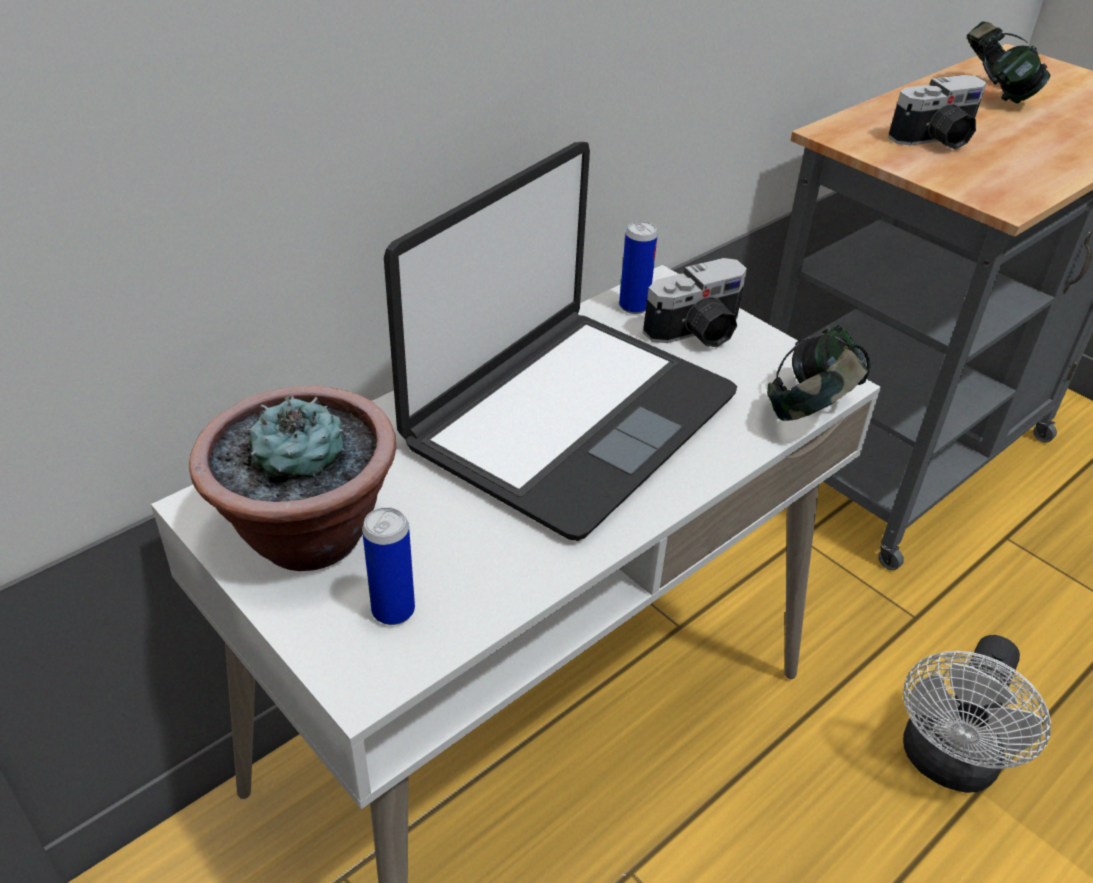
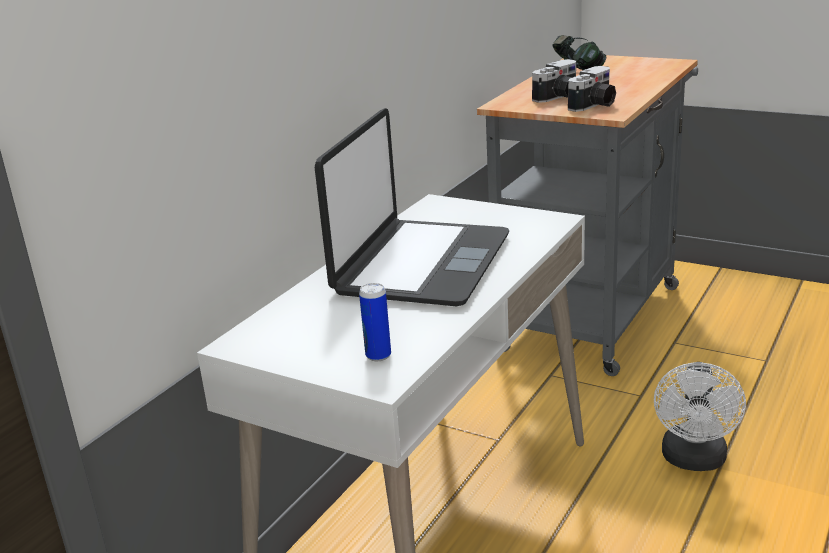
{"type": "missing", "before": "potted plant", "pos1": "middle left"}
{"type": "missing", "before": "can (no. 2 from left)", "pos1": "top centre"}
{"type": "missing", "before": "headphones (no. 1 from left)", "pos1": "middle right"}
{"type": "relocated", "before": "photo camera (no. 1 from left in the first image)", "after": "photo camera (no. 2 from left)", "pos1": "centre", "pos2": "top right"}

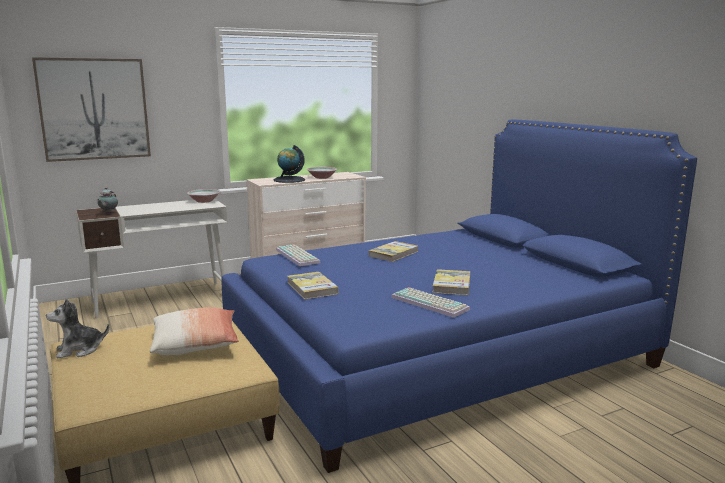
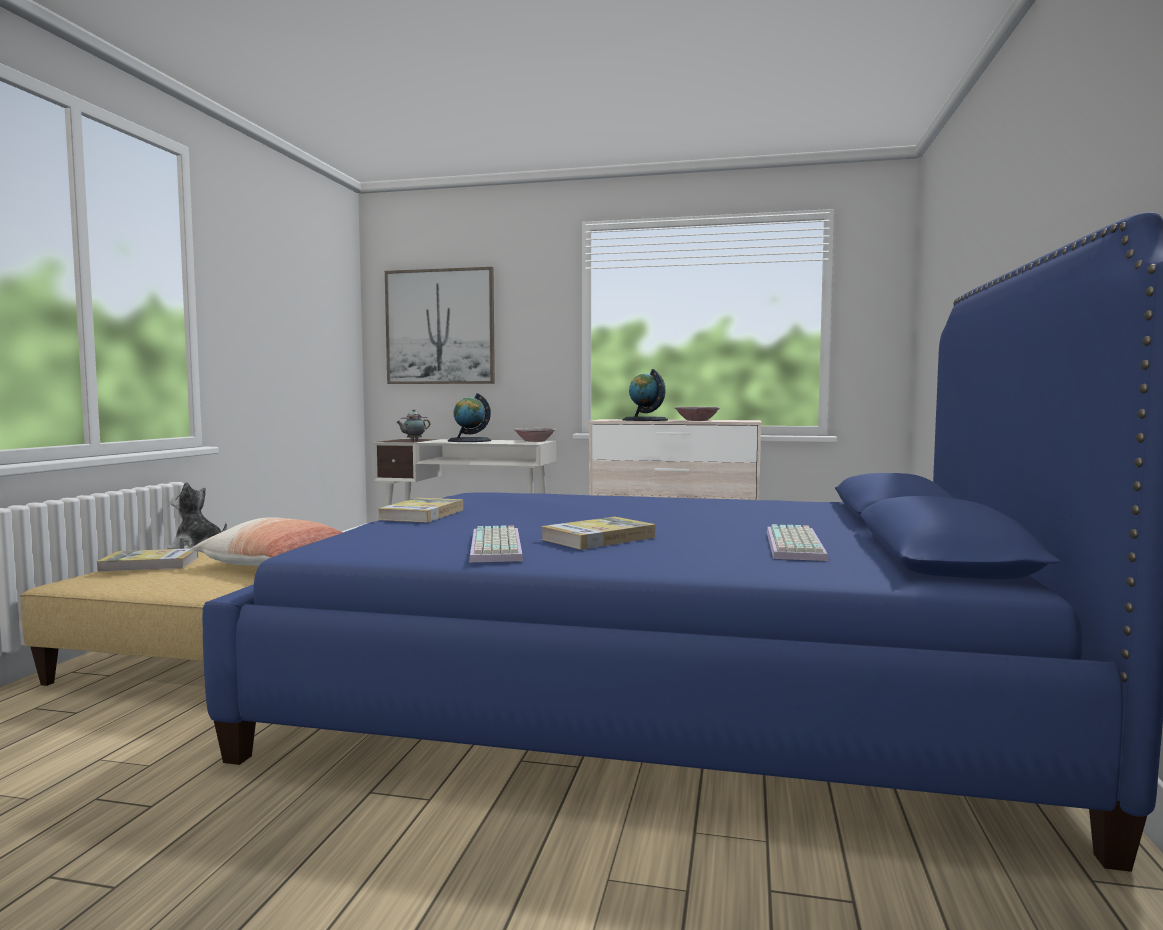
{"type": "appeared", "after": "globe (no. 1 from left)", "pos2": "centre"}
{"type": "relocated", "before": "keyboard (no. 1 from left in the first image)", "after": "keyboard (no. 2 from left)", "pos1": "centre", "pos2": "middle right"}
{"type": "relocated", "before": "book (no. 2 from left in the first image)", "after": "book (no. 1 from left)", "pos1": "centre", "pos2": "middle left"}

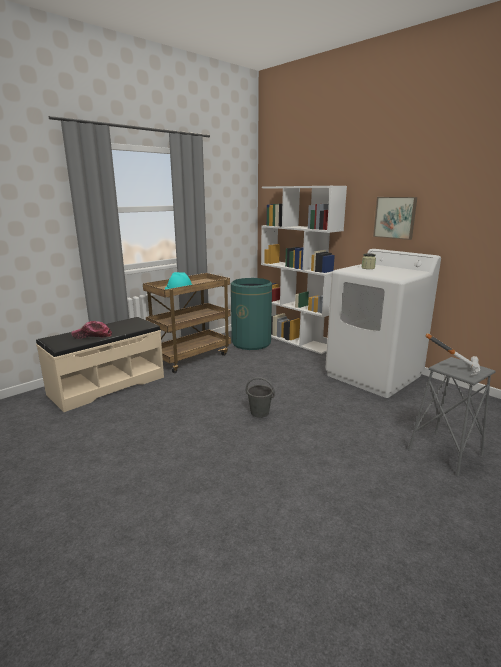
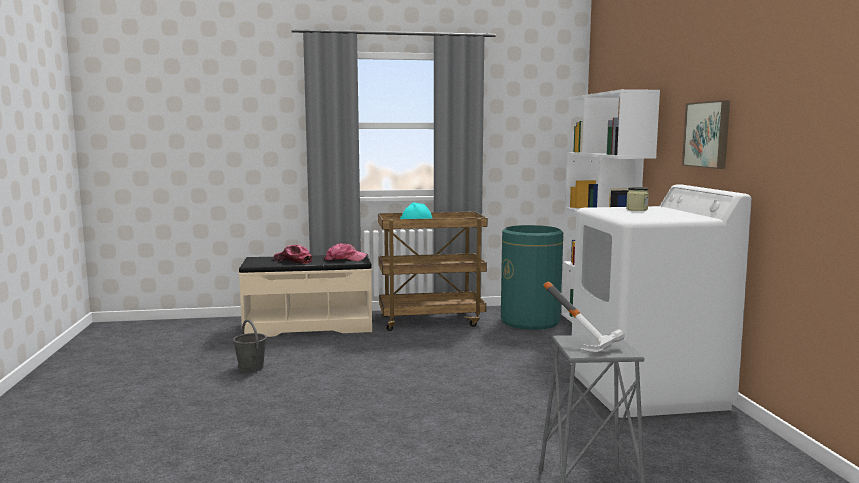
{"type": "appeared", "after": "cap (no. 2 from left)", "pos2": "centre"}
{"type": "relocated", "before": "bucket (grey)", "pos1": "centre", "pos2": "bottom left"}

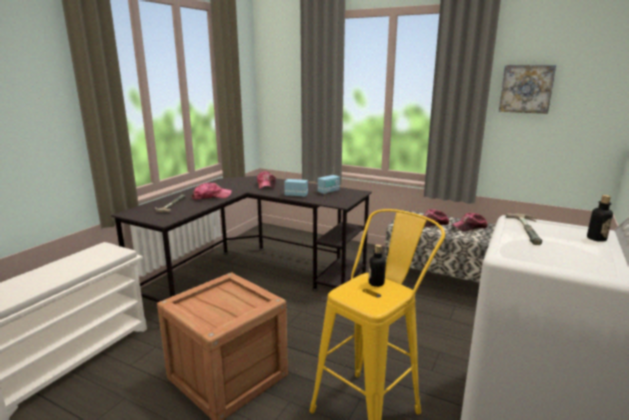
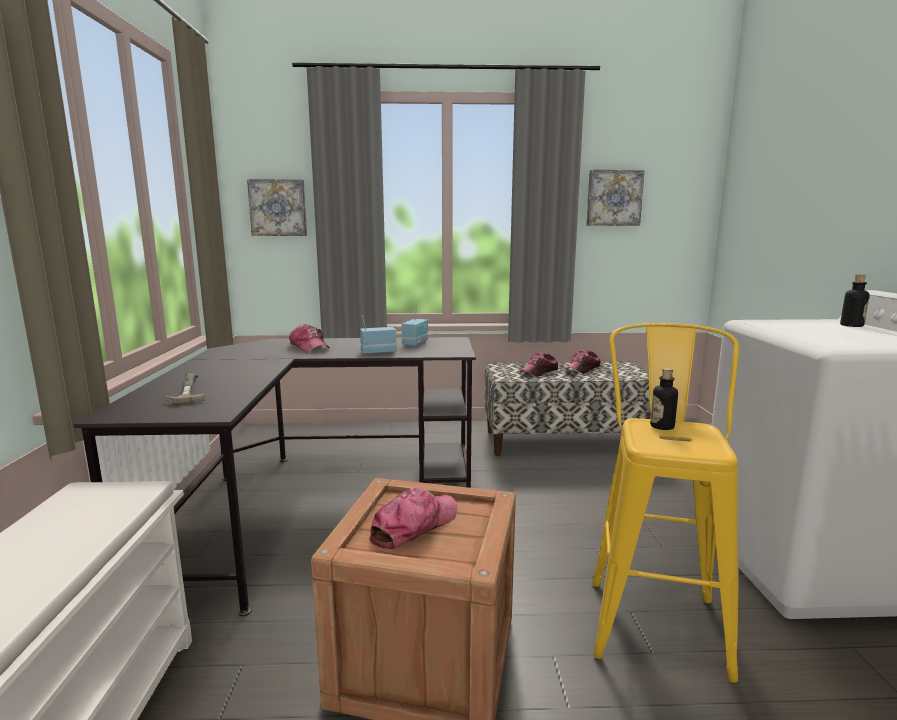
{"type": "missing", "before": "hammer (no. 2 from left)", "pos1": "middle right"}
{"type": "appeared", "after": "picture (no. 1 from left)", "pos2": "top left"}
{"type": "relocated", "before": "cap (no. 1 from left in the first image)", "after": "cap (no. 2 from left)", "pos1": "centre", "pos2": "bottom centre"}

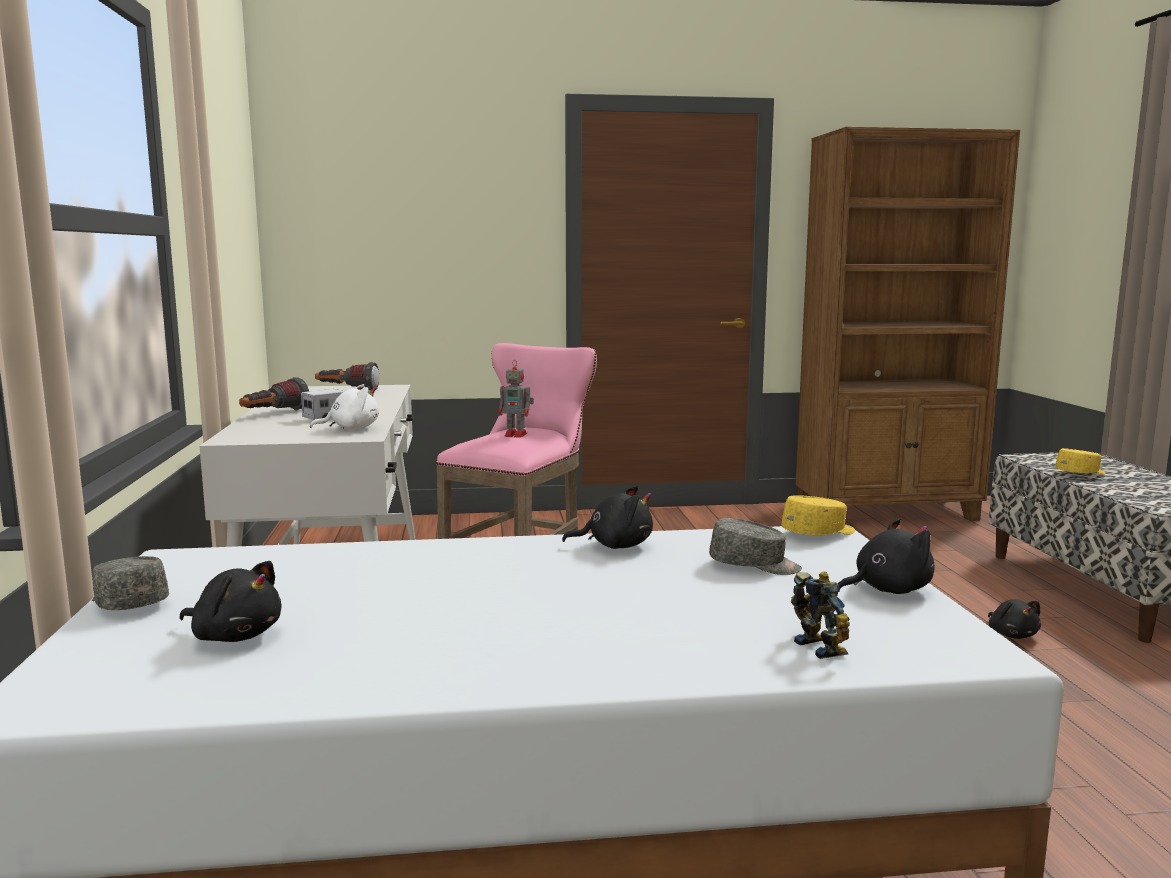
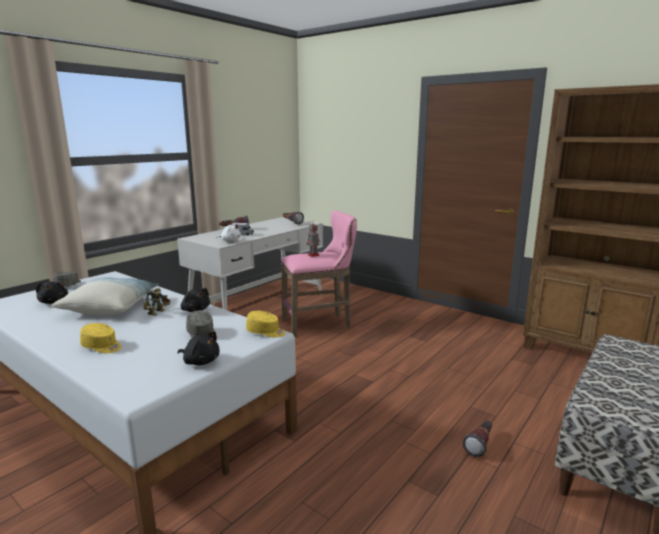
{"type": "appeared", "after": "pillow", "pos2": "middle left"}
{"type": "relocated", "before": "toy robot (no. 2 from left in the first image)", "after": "toy robot (no. 1 from left)", "pos1": "bottom right", "pos2": "middle left"}
{"type": "relocated", "before": "cap (yellow) (no. 2 from left in the first image)", "after": "cap (yellow) (no. 1 from left)", "pos1": "middle right", "pos2": "middle left"}
{"type": "exchanged", "before": "plush toy (black) (no. 4 from left)", "after": "flashlight (no. 3 from left)", "pos1": "bottom right", "pos2": "bottom right"}

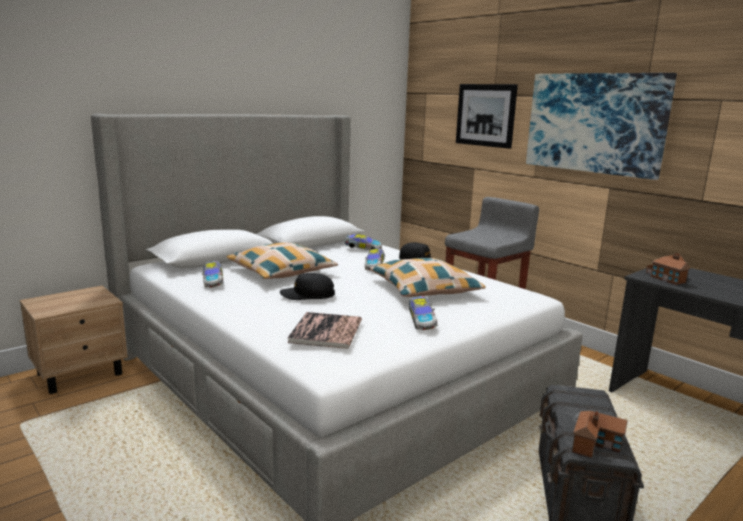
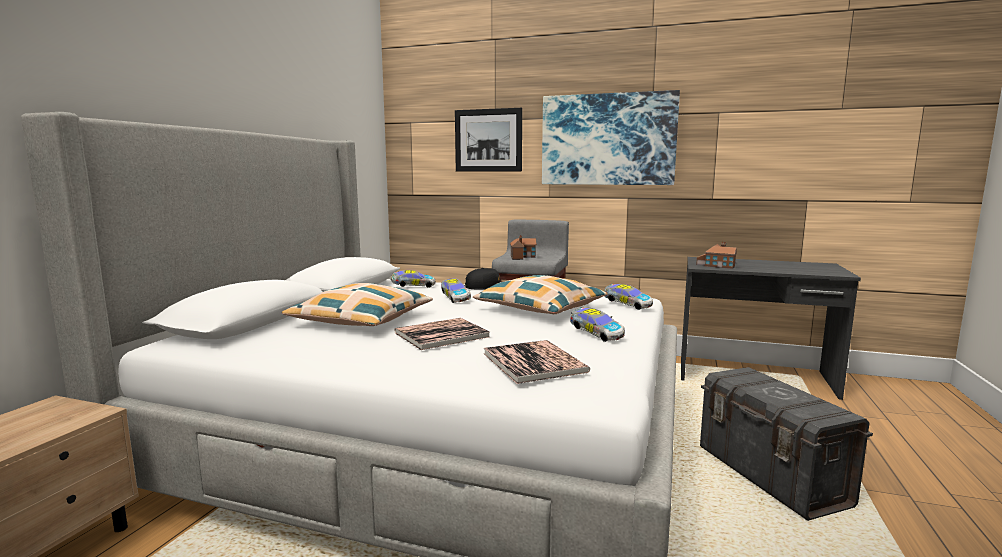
{"type": "relocated", "before": "toy car (no. 1 from left in the first image)", "after": "toy car (no. 4 from left)", "pos1": "middle left", "pos2": "centre"}
{"type": "relocated", "before": "toy house (no. 1 from left)", "pos1": "bottom right", "pos2": "centre"}
{"type": "exchanged", "before": "cap (black) (no. 1 from left)", "after": "book (no. 1 from left)", "pos1": "centre", "pos2": "centre"}

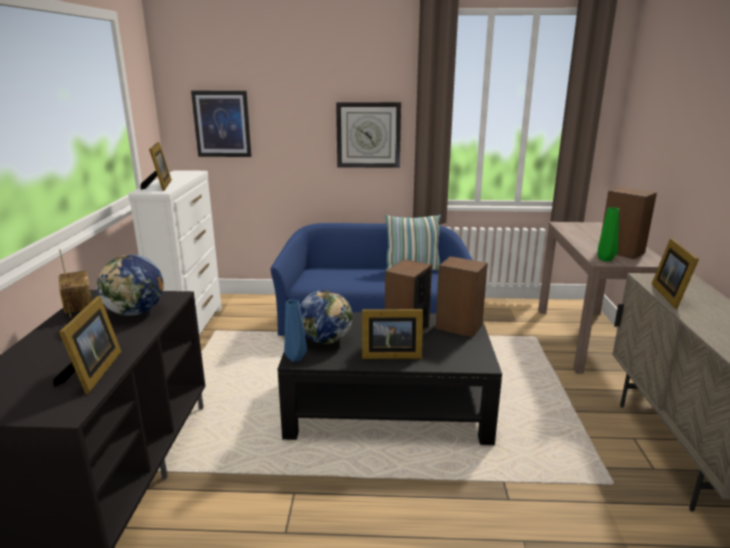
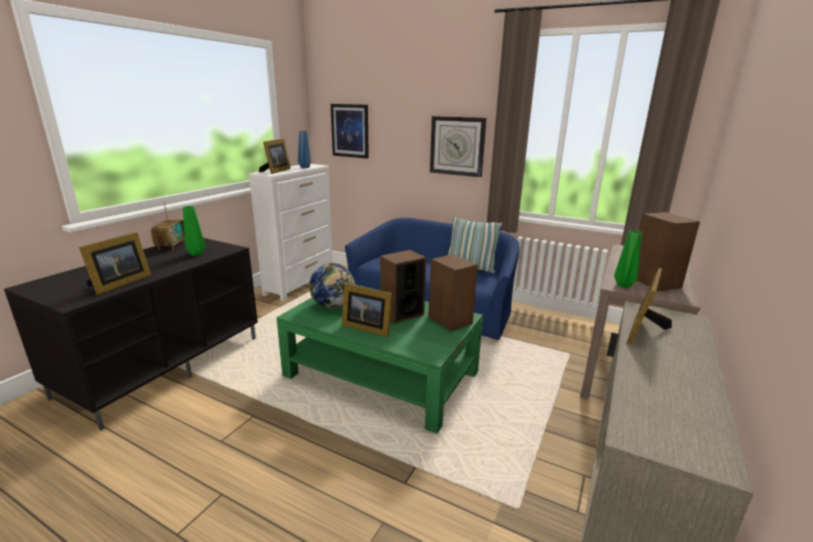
{"type": "relocated", "before": "vase (blue)", "pos1": "centre", "pos2": "top centre"}
{"type": "exchanged", "before": "globe (no. 1 from left)", "after": "vase (green) (no. 1 from left)", "pos1": "middle left", "pos2": "middle left"}
{"type": "colour", "before": "coffee table (black)", "after": "coffee table (green)", "pos1": "bottom centre", "pos2": "centre"}

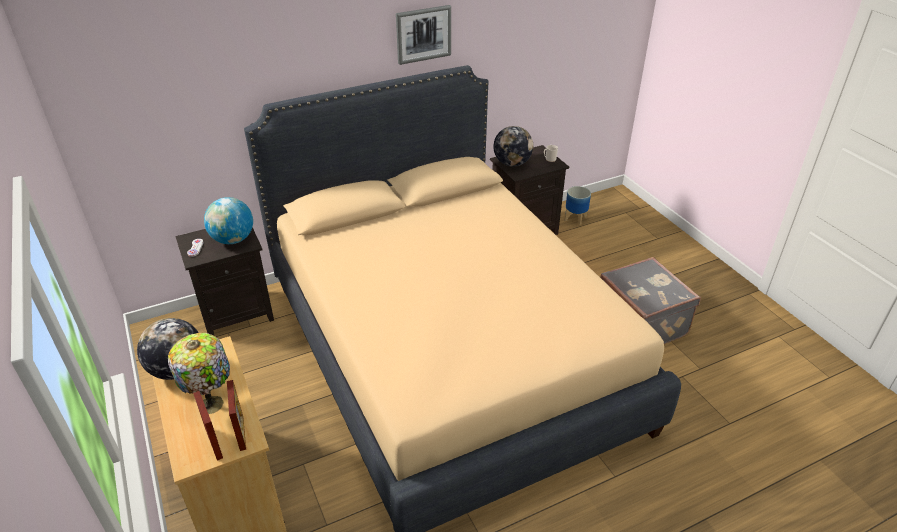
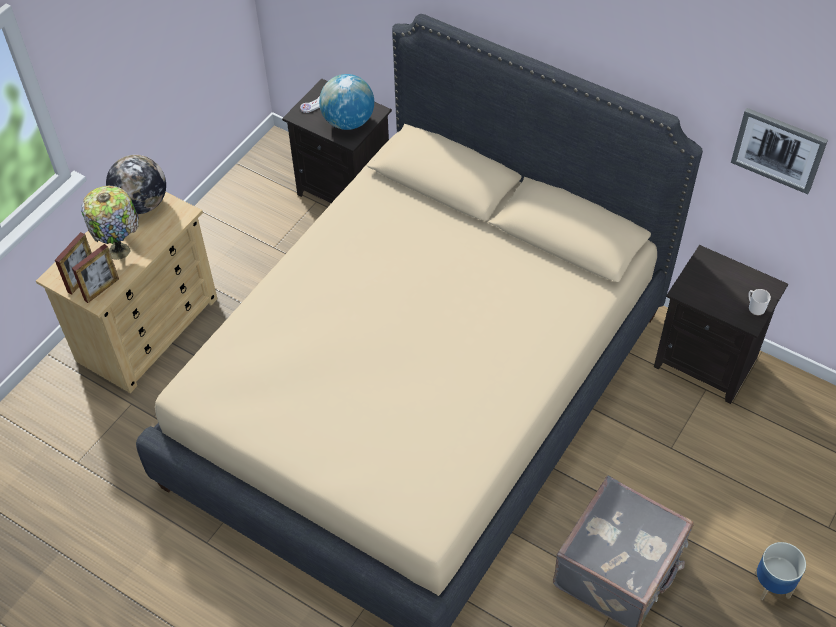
{"type": "missing", "before": "globe (no. 3 from left)", "pos1": "top centre"}
{"type": "relocated", "before": "picture", "pos1": "top centre", "pos2": "top right"}
{"type": "relocated", "before": "planter", "pos1": "centre", "pos2": "bottom right"}

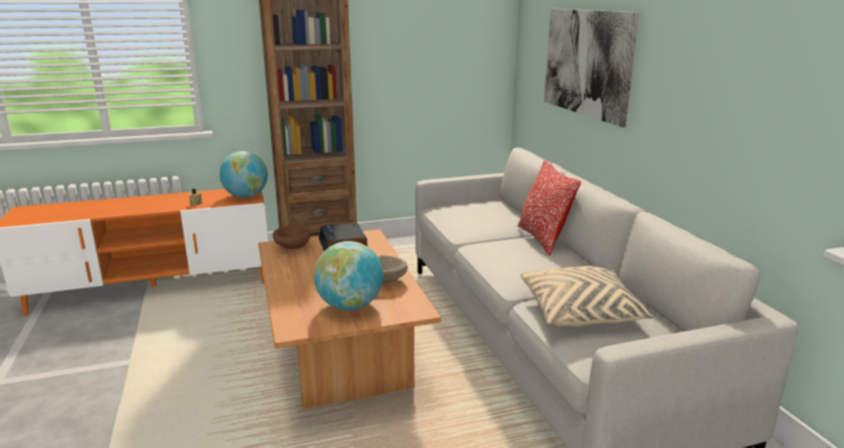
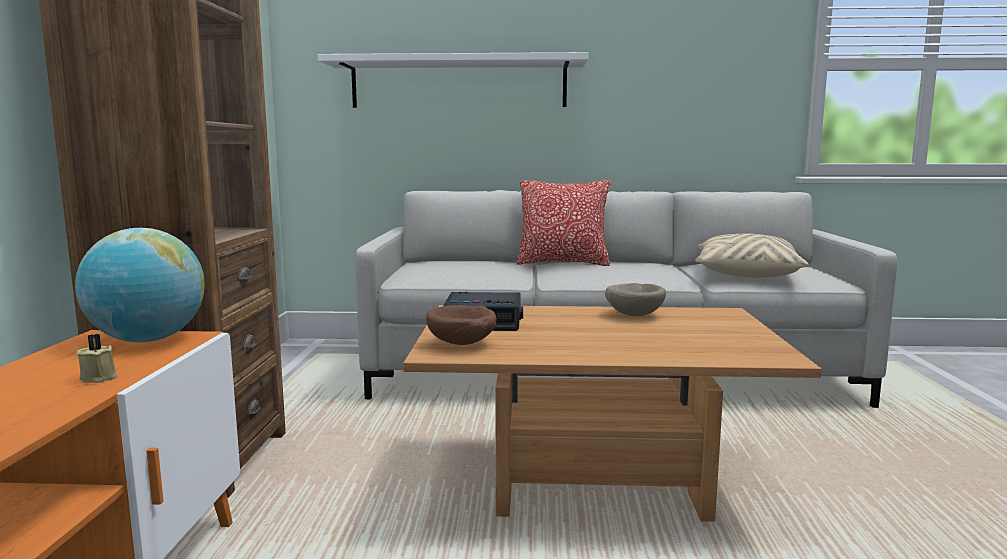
{"type": "missing", "before": "globe (no. 2 from left)", "pos1": "centre"}
{"type": "exchanged", "before": "picture", "after": "shelf (white)", "pos1": "top right", "pos2": "top centre"}

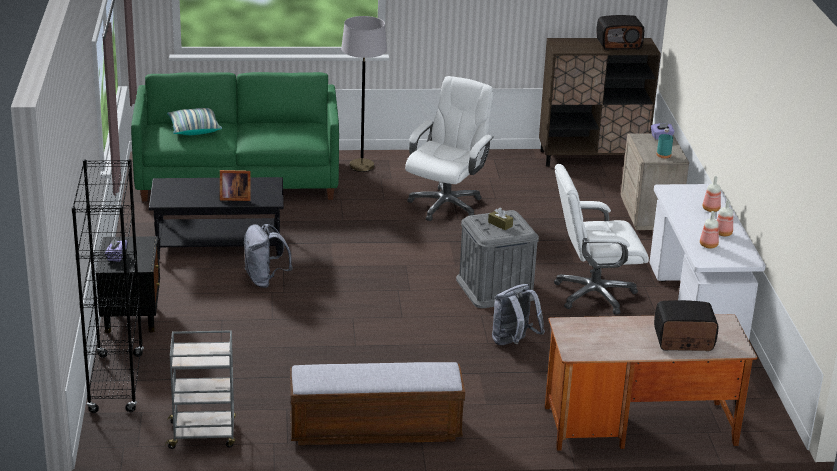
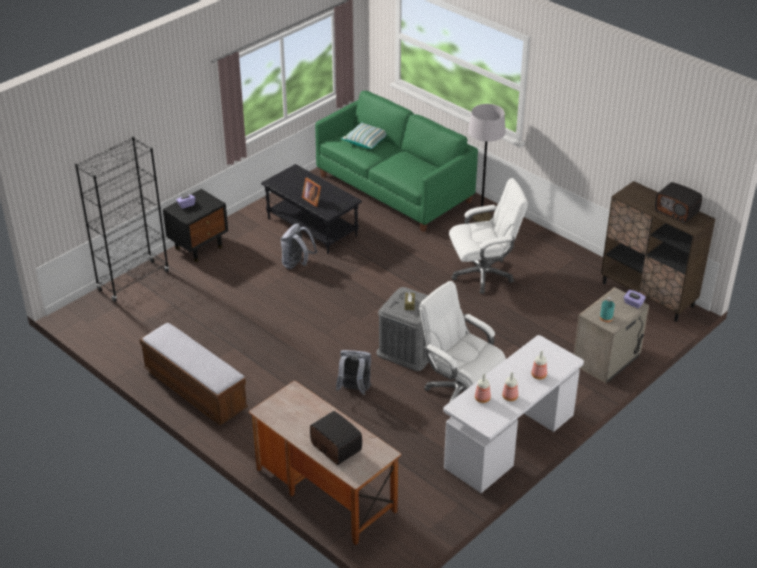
{"type": "missing", "before": "cart (grey)", "pos1": "bottom left"}

